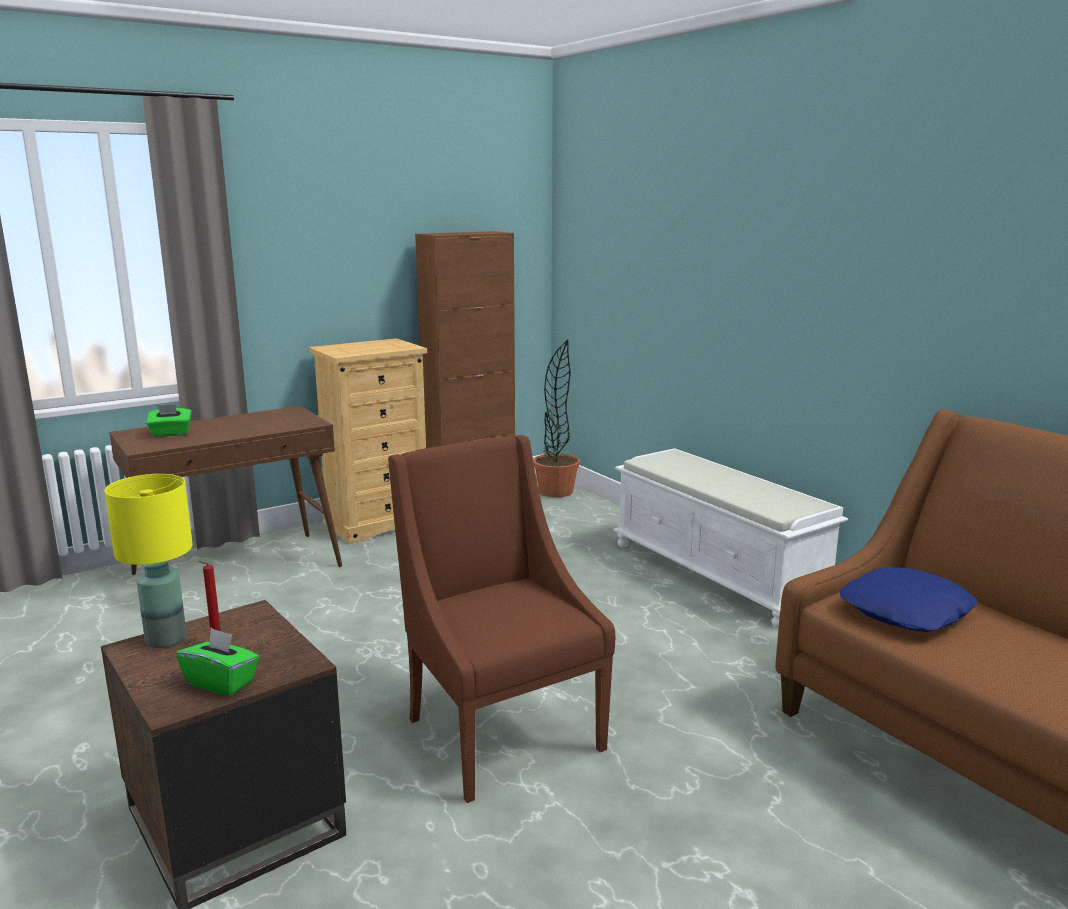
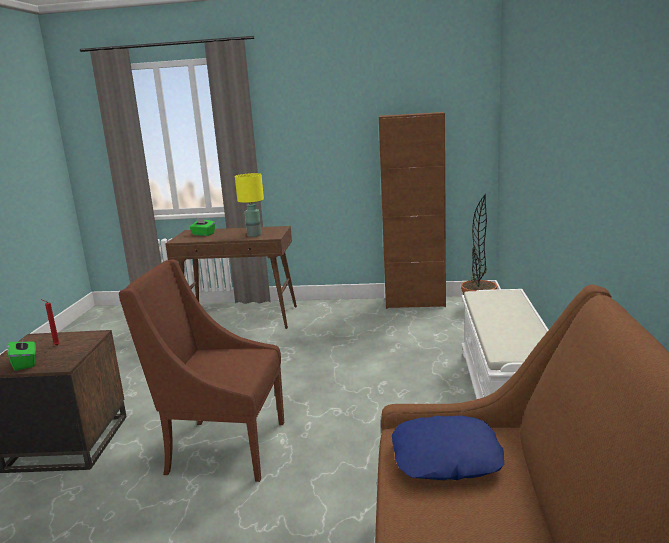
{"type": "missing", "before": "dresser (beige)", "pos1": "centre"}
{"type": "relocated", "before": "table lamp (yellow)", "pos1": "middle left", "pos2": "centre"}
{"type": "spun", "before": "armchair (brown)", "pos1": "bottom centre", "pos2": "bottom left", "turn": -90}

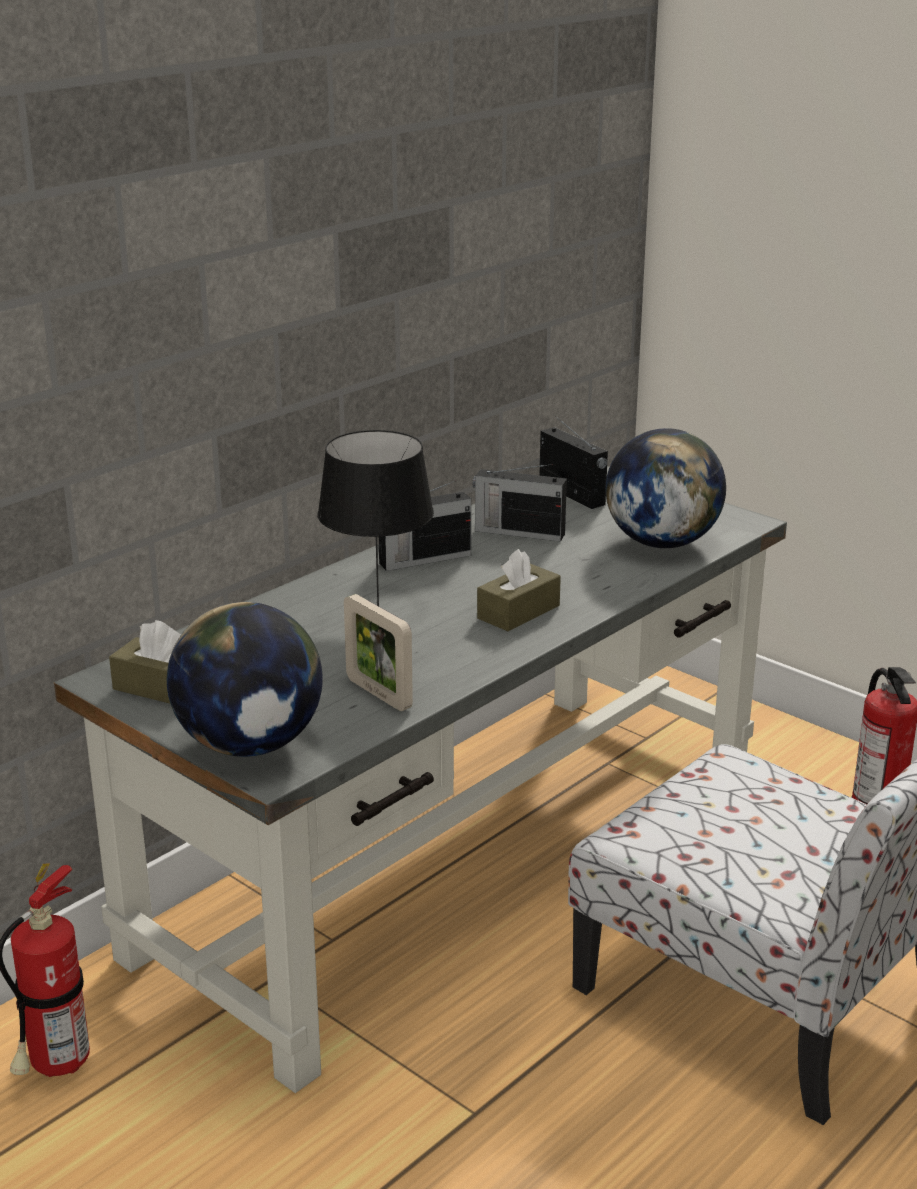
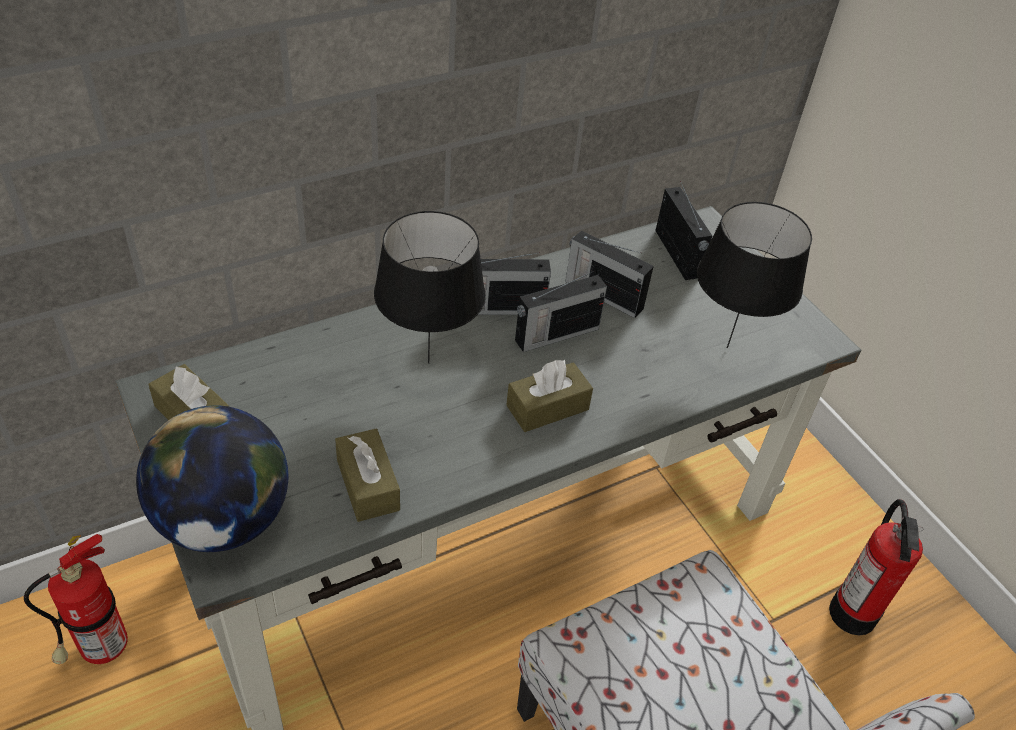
{"type": "appeared", "after": "radio (no. 2 from left)", "pos2": "centre"}
{"type": "exchanged", "before": "picture frame", "after": "tissue box (brown) (no. 2 from left)", "pos1": "centre", "pos2": "centre"}
{"type": "exchanged", "before": "globe (no. 2 from left)", "after": "table lamp (black) (no. 2 from left)", "pos1": "middle right", "pos2": "middle right"}

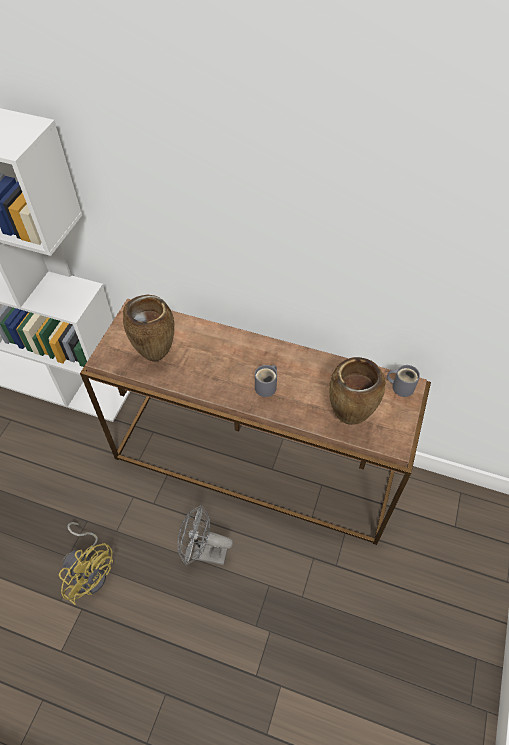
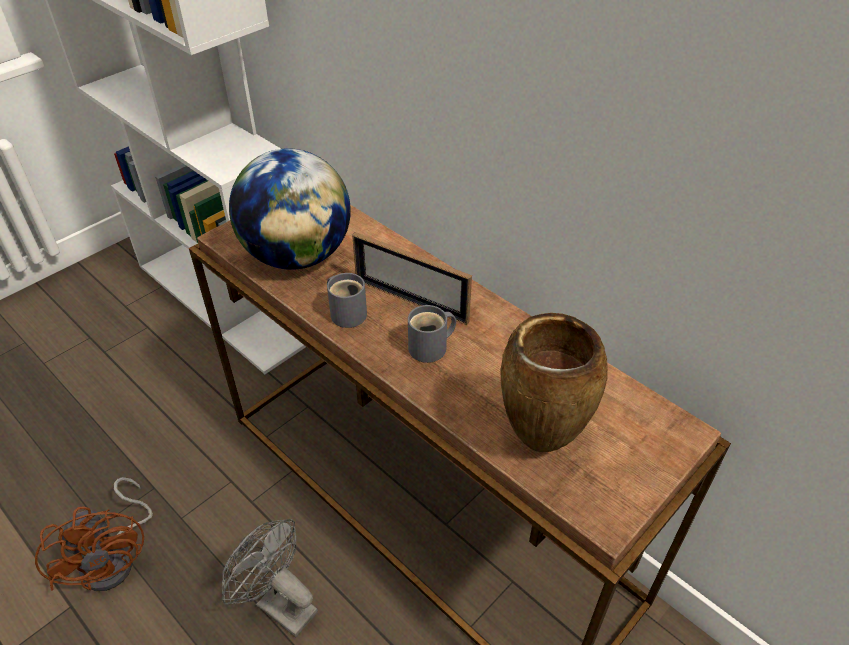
{"type": "appeared", "after": "picture frame", "pos2": "centre"}
{"type": "relocated", "before": "mug (grey) (no. 2 from left in the first image)", "after": "mug (grey) (no. 1 from left)", "pos1": "middle right", "pos2": "centre"}
{"type": "exchanged", "before": "vase (brown) (no. 1 from left)", "after": "globe", "pos1": "middle left", "pos2": "top centre"}
{"type": "colour", "before": "fan (yellow)", "after": "fan (brown)", "pos1": "bottom left", "pos2": "bottom left"}

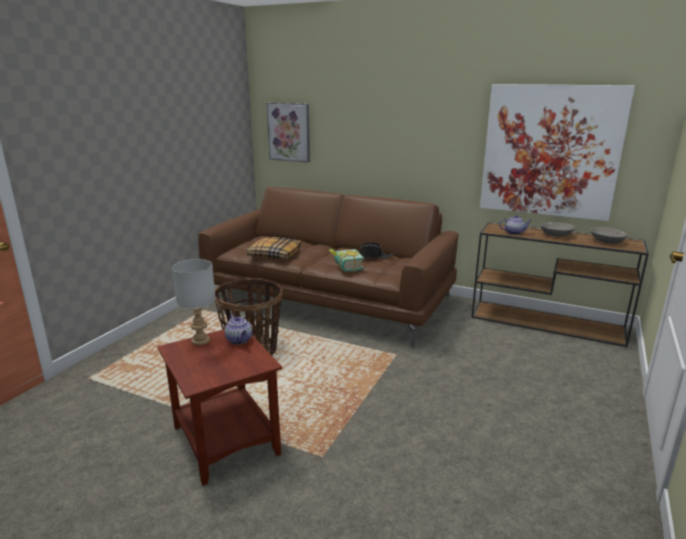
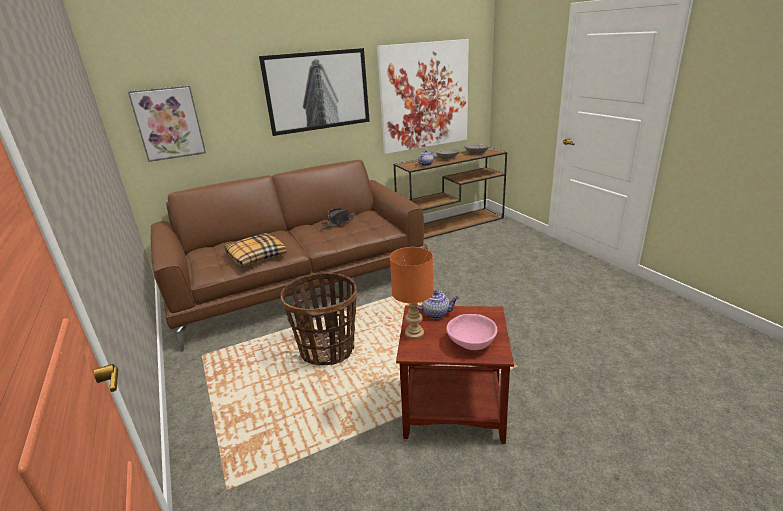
{"type": "missing", "before": "book", "pos1": "centre"}
{"type": "appeared", "after": "picture (no. 2 from left)", "pos2": "top centre"}
{"type": "appeared", "after": "bowl (pink)", "pos2": "centre"}
{"type": "colour", "before": "table lamp (grey)", "after": "table lamp (orange)", "pos1": "middle left", "pos2": "centre"}

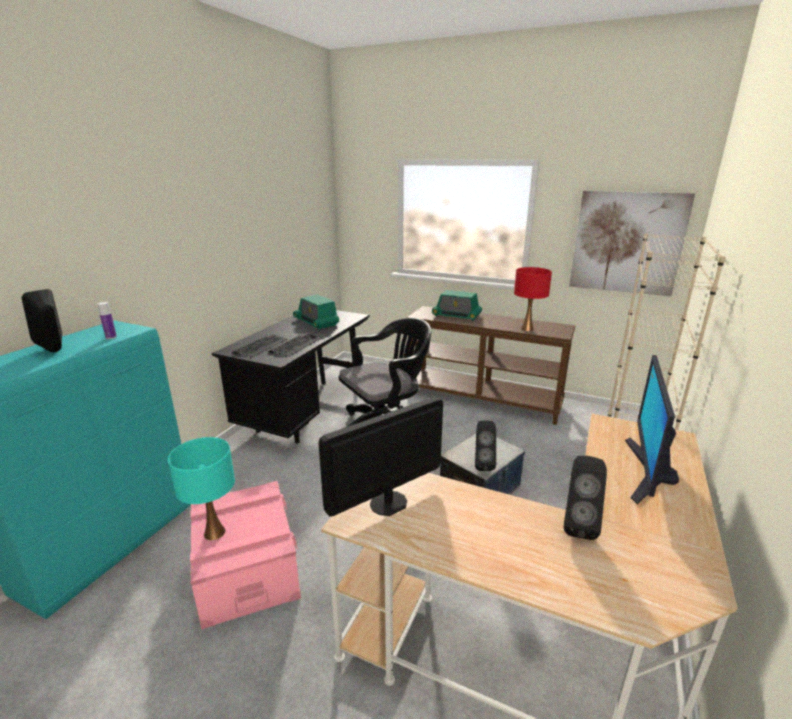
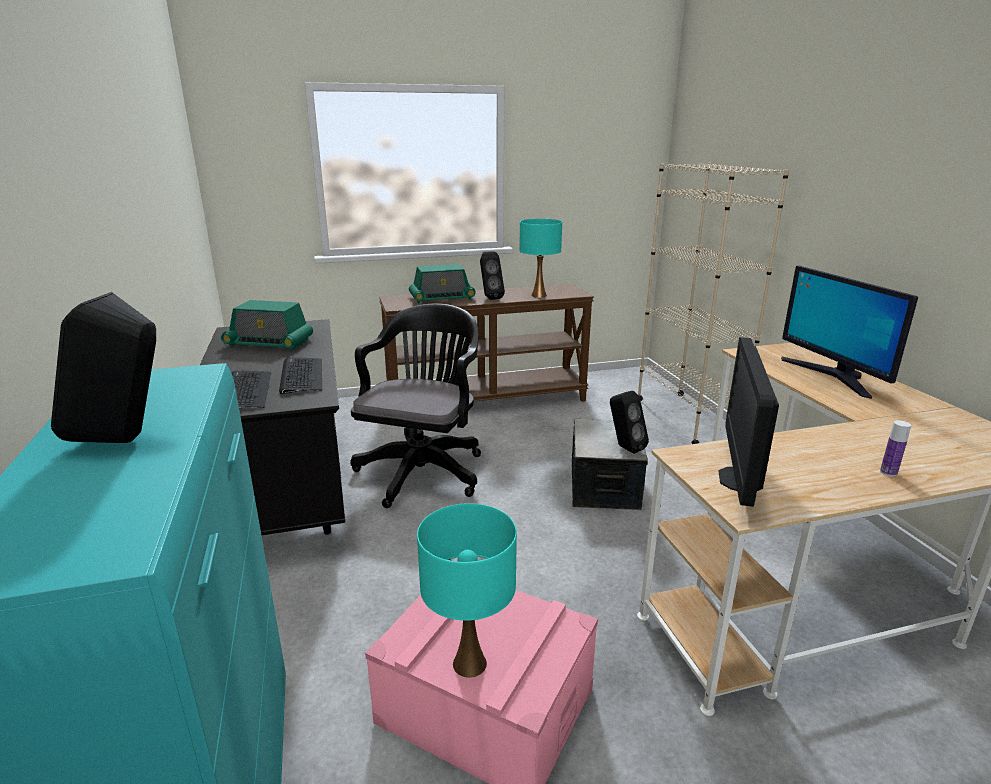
{"type": "missing", "before": "picture", "pos1": "middle right"}
{"type": "relocated", "before": "bottle", "pos1": "middle left", "pos2": "middle right"}
{"type": "relocated", "before": "speaker (black) (no. 3 from left in the first image)", "after": "speaker (black) (no. 2 from left)", "pos1": "bottom right", "pos2": "centre"}
{"type": "colour", "before": "table lamp (red)", "after": "table lamp (turquoise) (no. 2 from left)", "pos1": "middle right", "pos2": "top centre"}

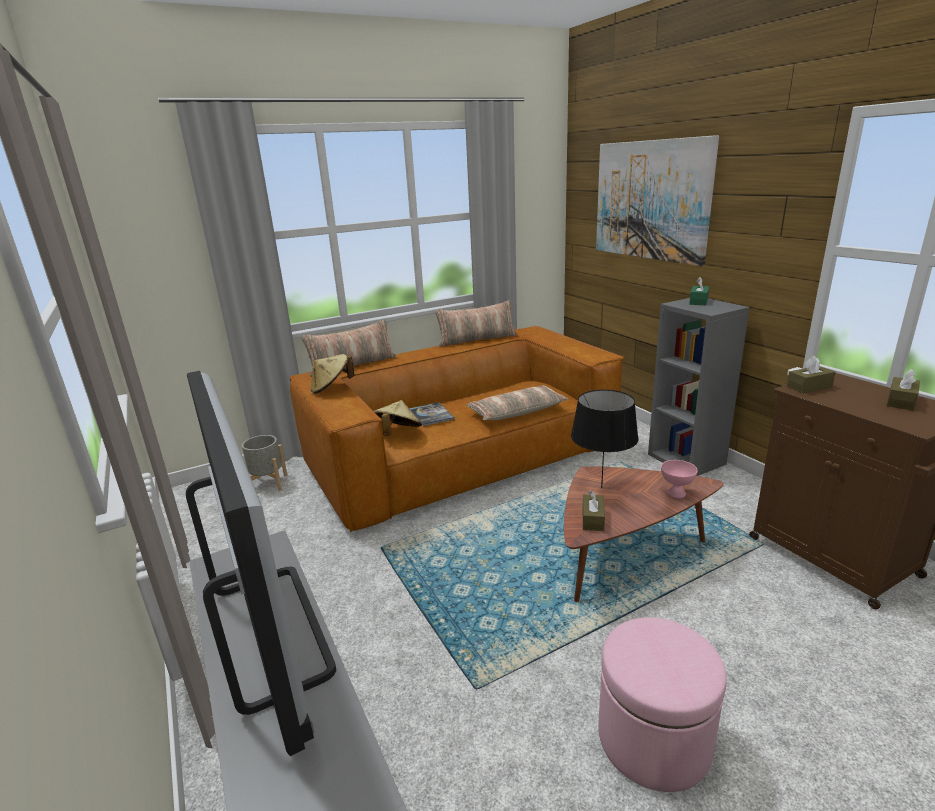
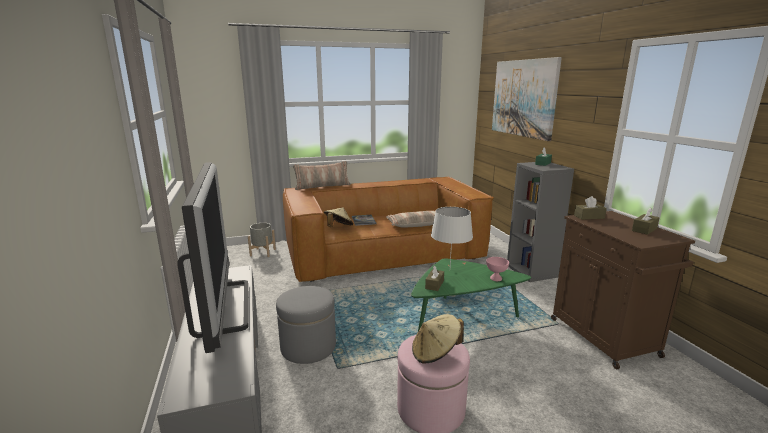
{"type": "missing", "before": "pillow (no. 2 from left)", "pos1": "centre"}
{"type": "appeared", "after": "ottoman (grey)", "pos2": "bottom centre"}
{"type": "relocated", "before": "hat (beige) (no. 1 from left in the first image)", "after": "hat (beige) (no. 2 from left)", "pos1": "centre", "pos2": "bottom centre"}
{"type": "colour", "before": "coffee table (brown)", "after": "coffee table (green)", "pos1": "middle right", "pos2": "bottom centre"}
{"type": "colour", "before": "table lamp (black)", "after": "table lamp (white)", "pos1": "centre", "pos2": "centre"}

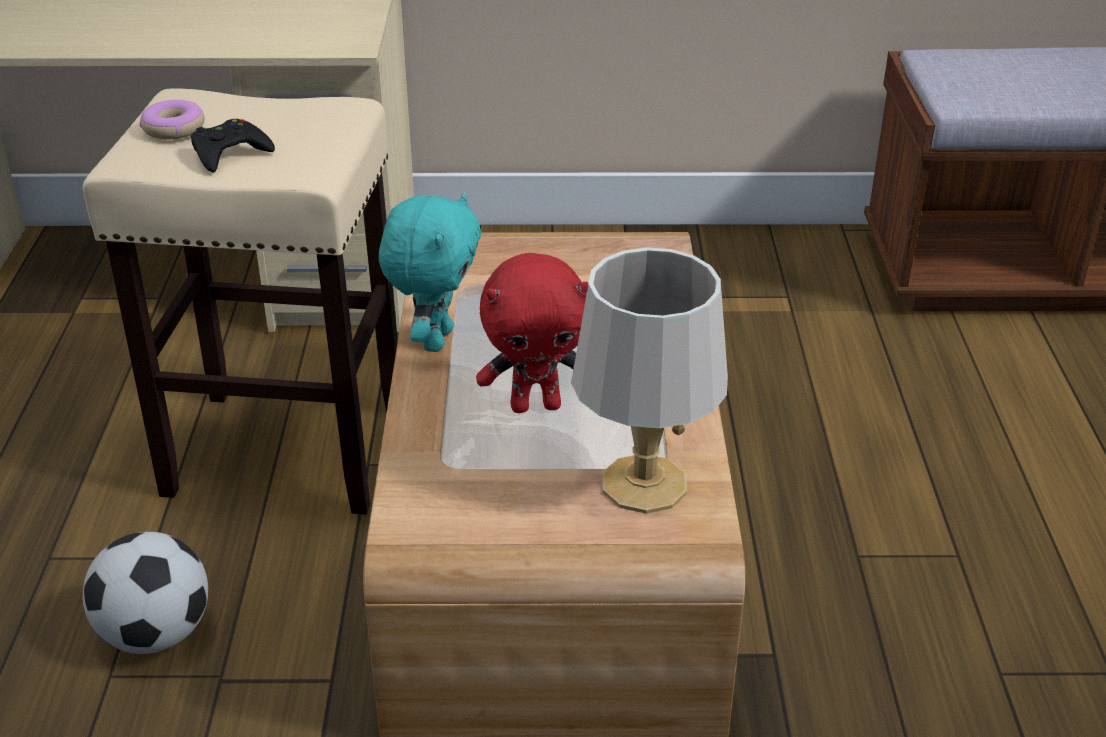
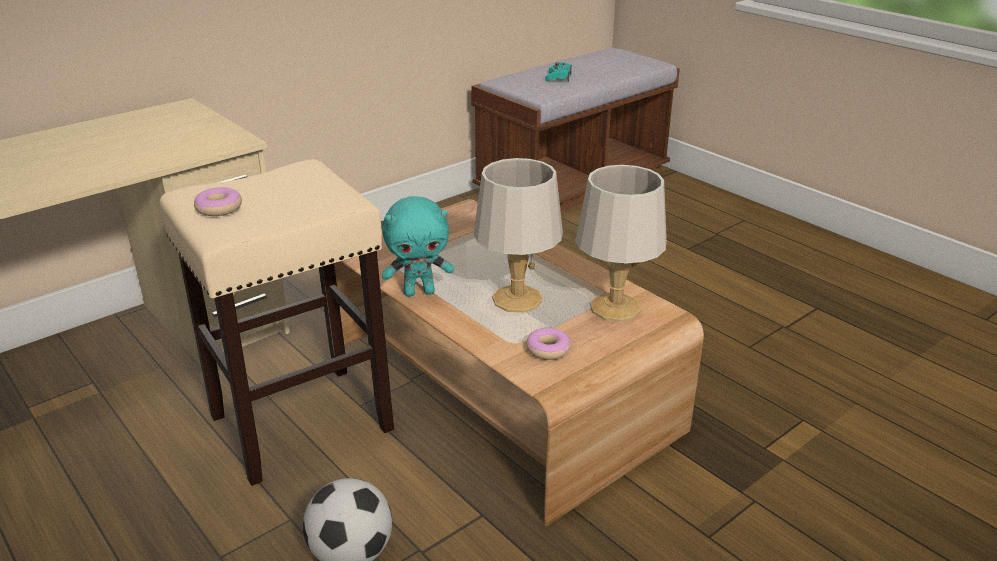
{"type": "missing", "before": "game controller (black)", "pos1": "top left"}
{"type": "appeared", "after": "donut (no. 2 from left)", "pos2": "centre"}
{"type": "appeared", "after": "game controller (turquoise)", "pos2": "top centre"}
{"type": "exchanged", "before": "plush toy (red)", "after": "table lamp (grey) (no. 1 from left)", "pos1": "centre", "pos2": "centre"}
{"type": "spun", "before": "plush toy (turquoise)", "pos1": "centre", "pos2": "centre", "turn": 105}

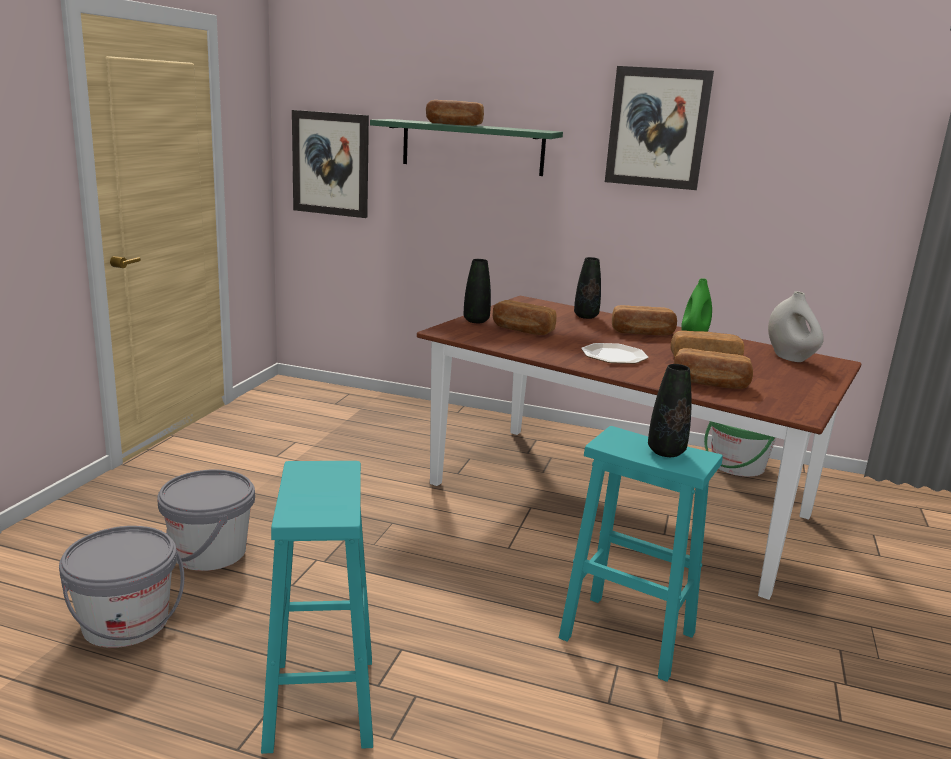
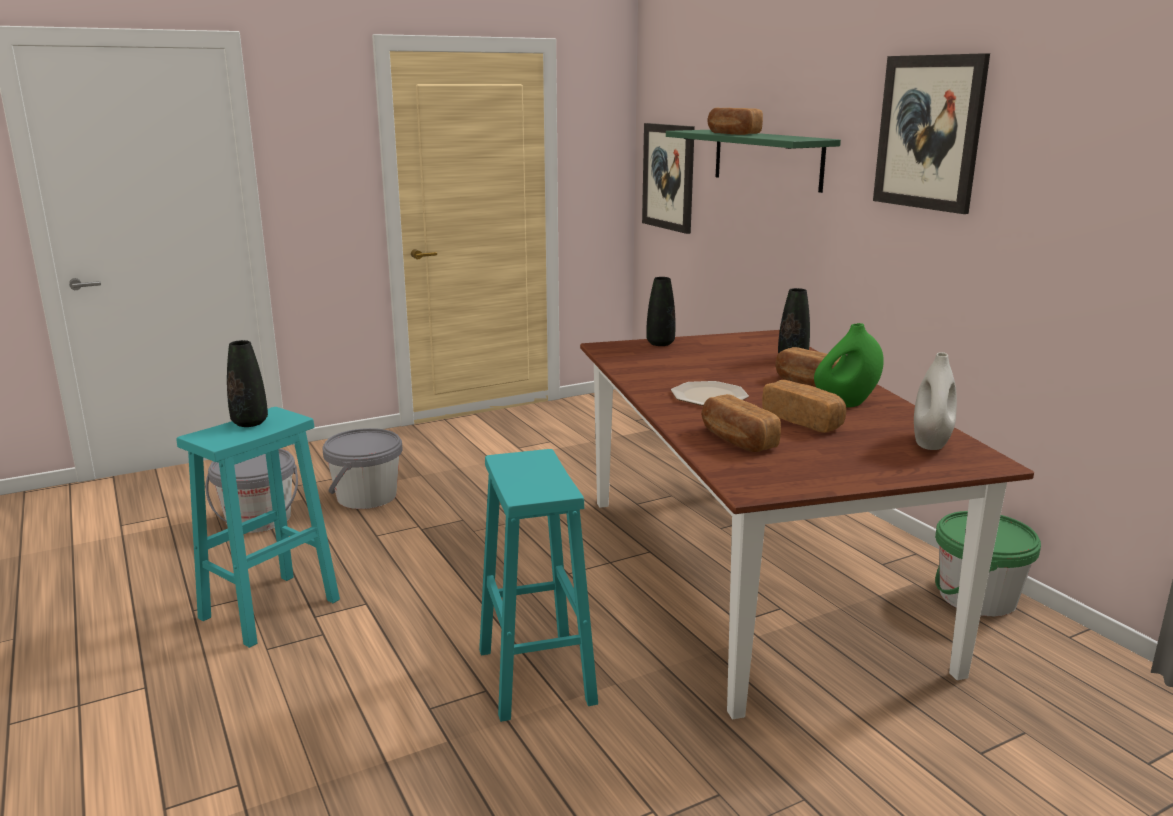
{"type": "missing", "before": "bread (no. 2 from left)", "pos1": "centre"}
{"type": "relocated", "before": "vase (black) (no. 3 from left in the first image)", "after": "vase (black) (no. 1 from left)", "pos1": "middle right", "pos2": "middle left"}

